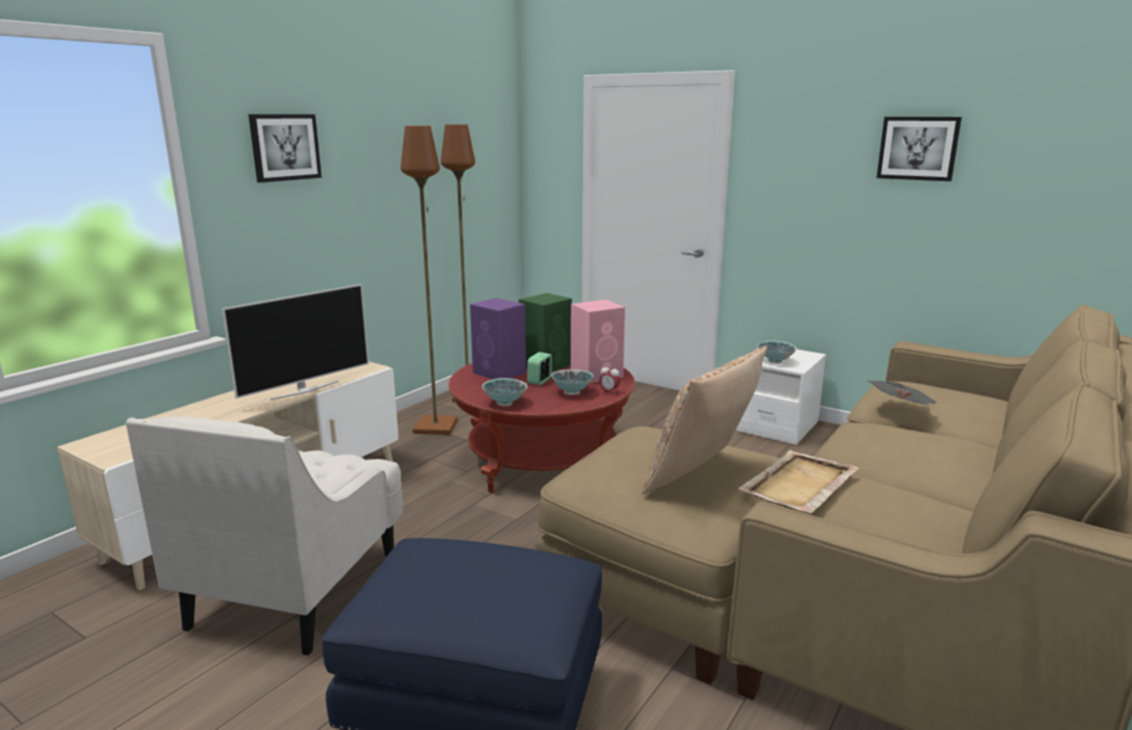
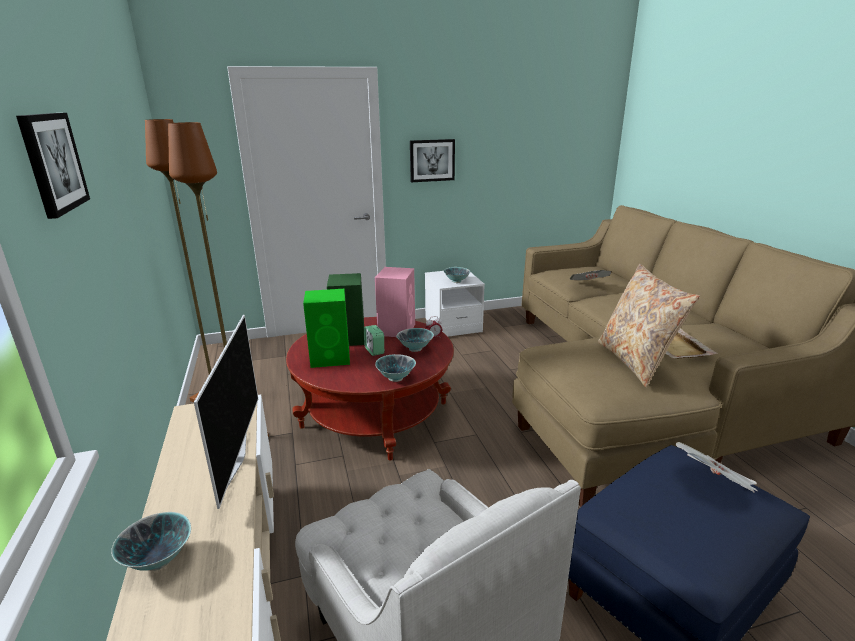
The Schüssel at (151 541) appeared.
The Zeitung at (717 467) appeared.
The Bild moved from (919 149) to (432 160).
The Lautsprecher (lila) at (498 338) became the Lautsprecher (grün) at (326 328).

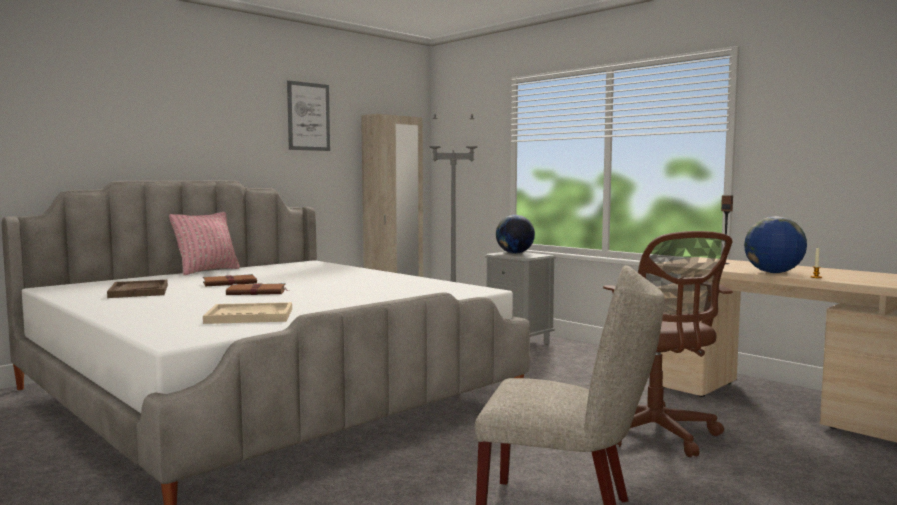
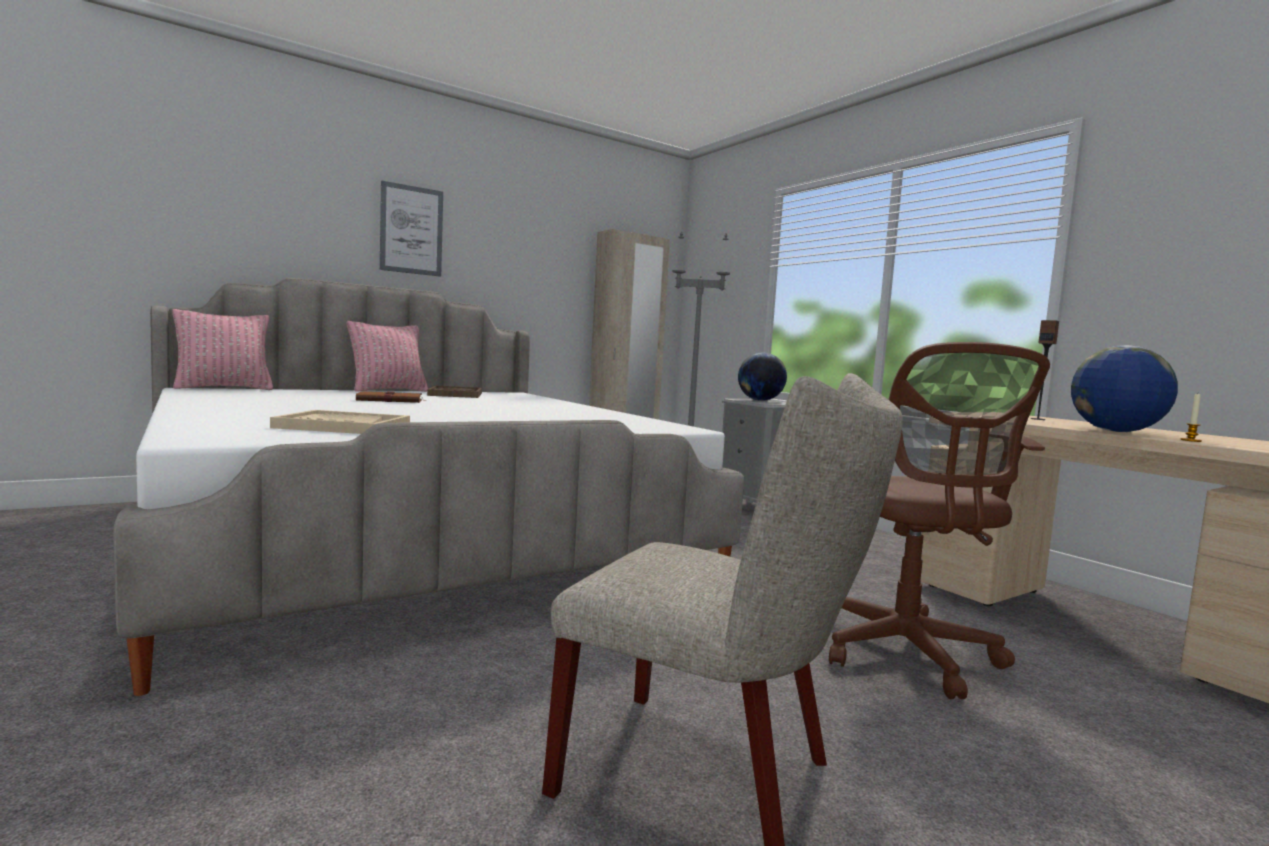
The Buch (braun) at (257 289) disappeared.
The Kissen (rosa) at (222 349) appeared.
The Tablett (braun) moved from (137 289) to (454 392).
The Bild moved from (308 115) to (411 228).

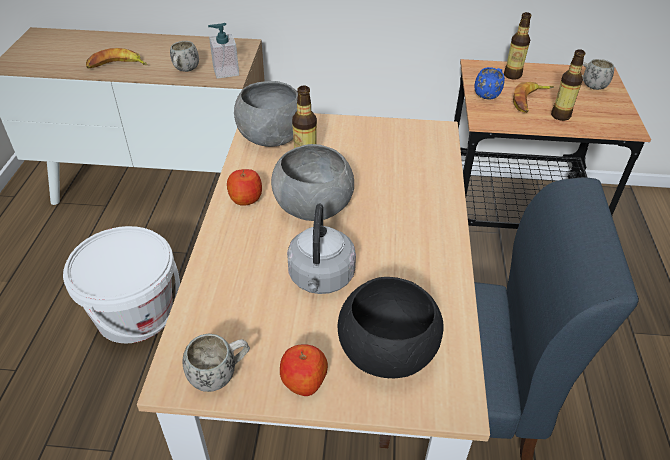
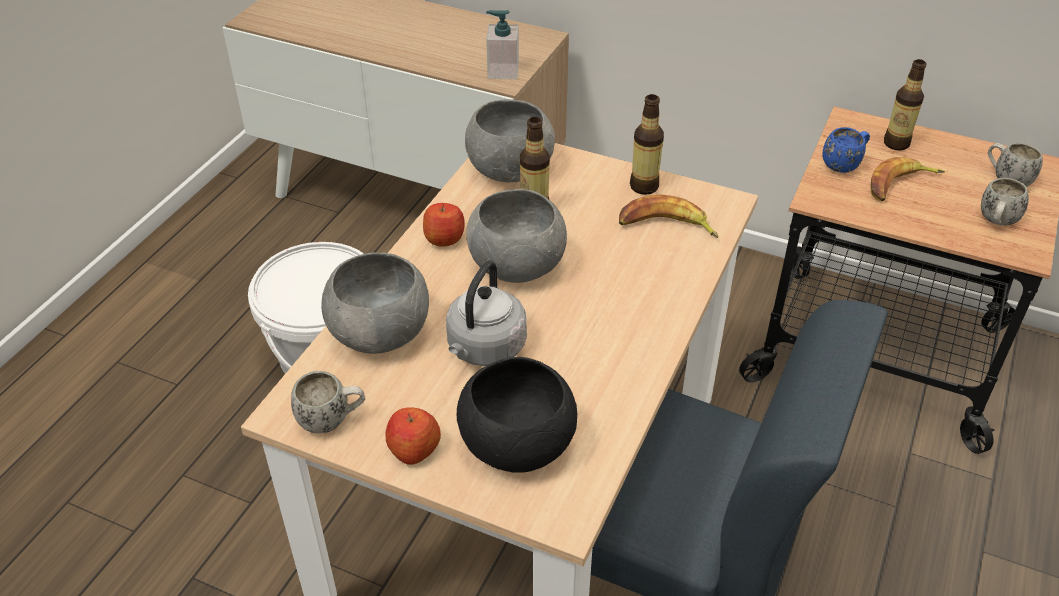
The Schüssel (grau) at (375 303) appeared.
The Banane moved from (116 58) to (669 216).
The Henkelbecher (weiß) moved from (184 56) to (1005 202).
The Flasche moved from (568 85) to (647 144).

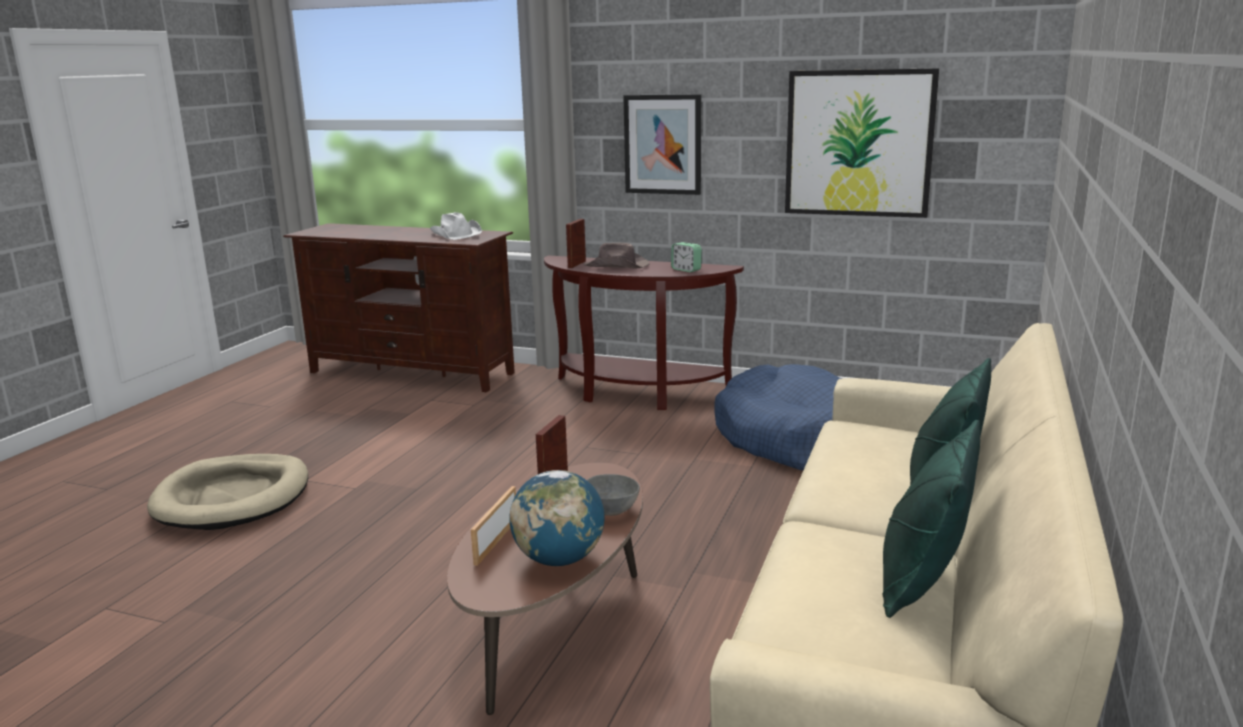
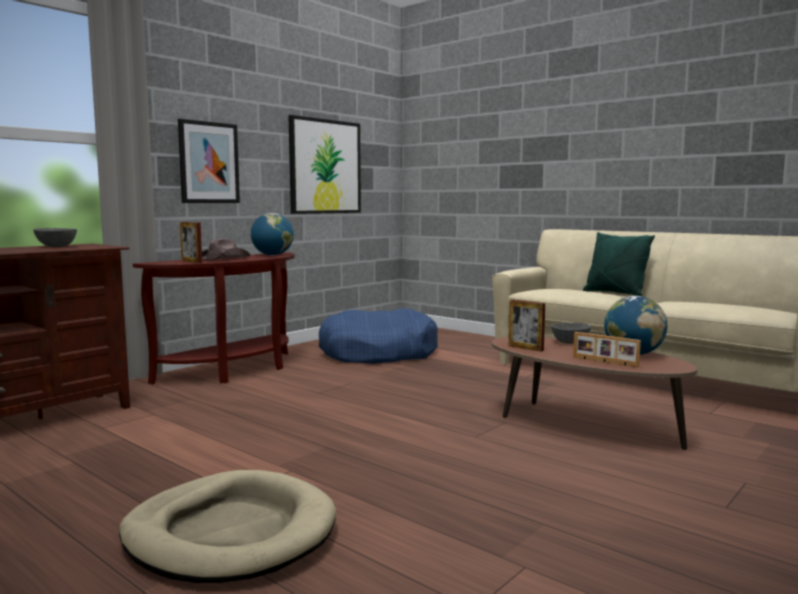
The Kissen (grün) at (931 519) disappeared.
The Hut (weiß) at (456 226) was replaced by the Schüssel (grau) at (55 237).
The Wecker at (686 257) was replaced by the Globus at (272 234).

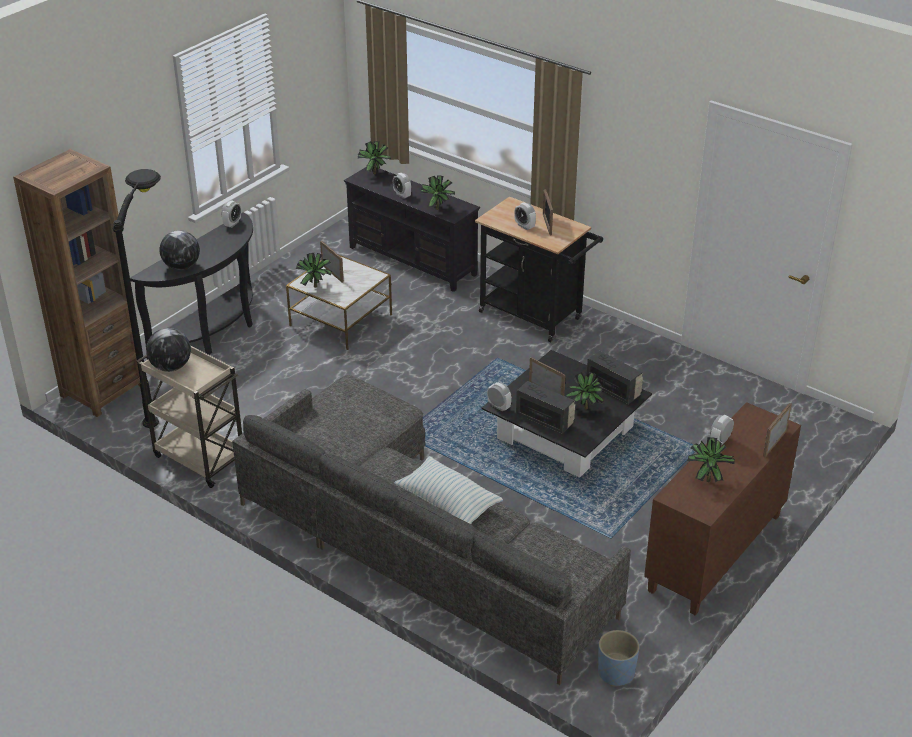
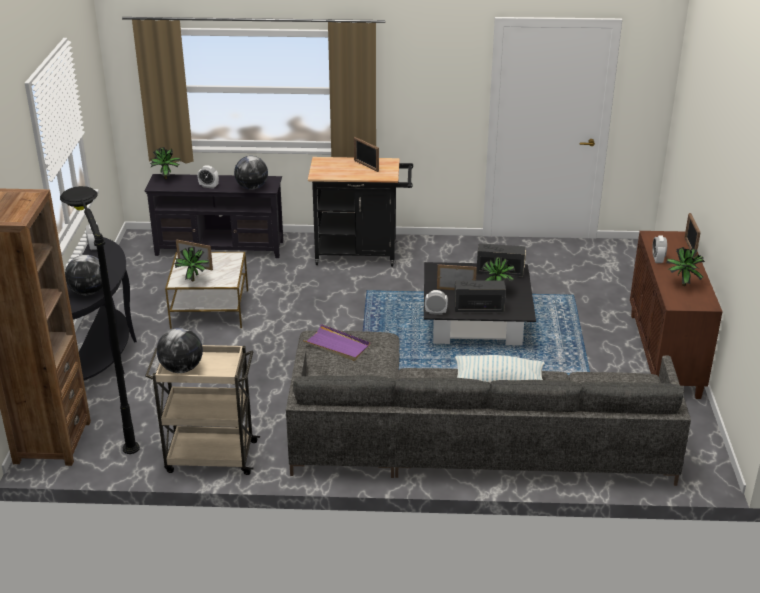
The Wecker at (525 216) disappeared.
The Pflanzkübel (blau) at (618 658) disappeared.
The Tablett (lila) at (336 342) appeared.
The Topfpflanze at (437 192) was replaced by the Globus at (251 173).

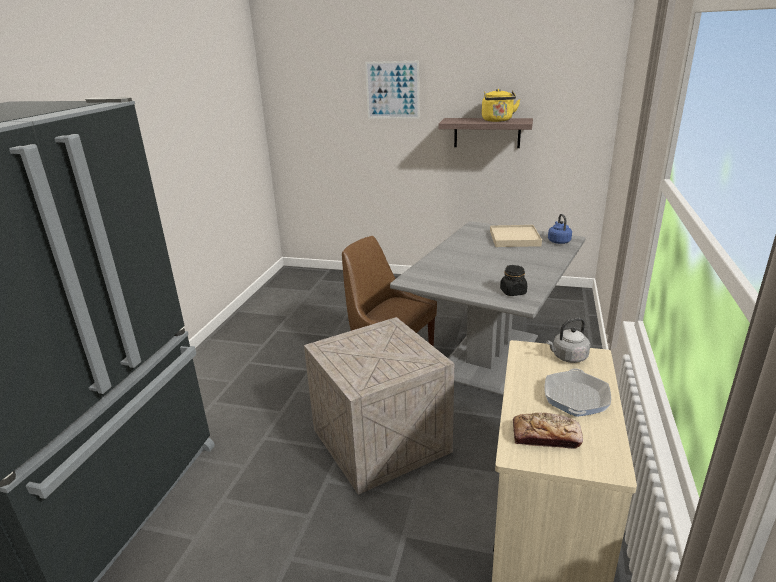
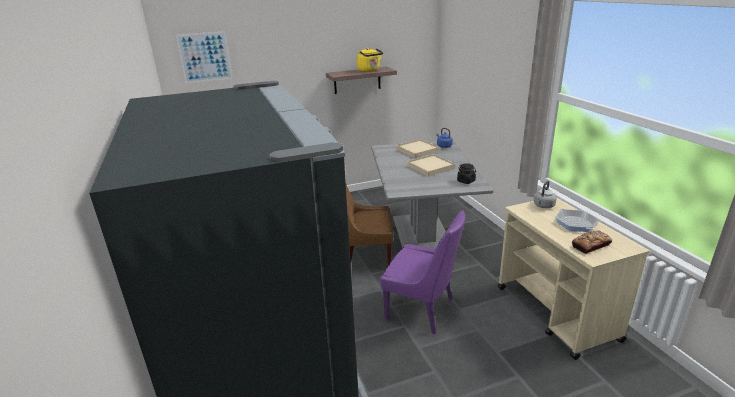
The Tablett (beige) at (431 165) appeared.
The Bild moved from (392 90) to (204 57).
The Kiste at (379 406) was replaced by the Stuhl (lila) at (423 272).

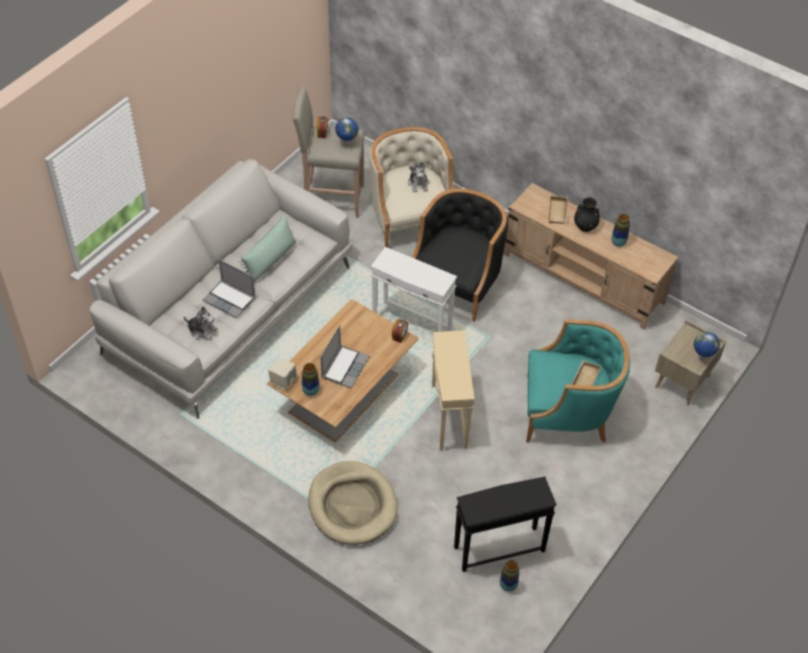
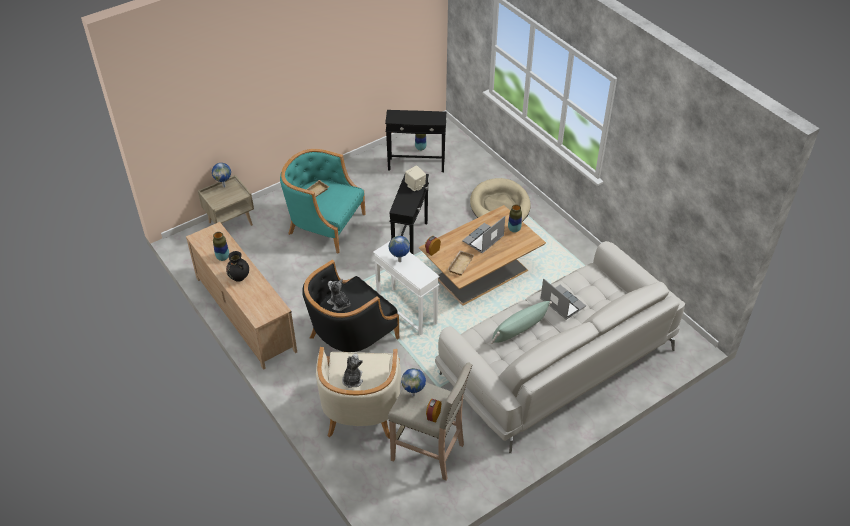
The Globus at (399 249) appeared.
The Plüschtier moved from (200 323) to (339 295).
The Lautsprecher (beige) moved from (282 373) to (415 178).
The Tablett (beige) moved from (558 209) to (460 263).
The Beistelltisch (beige) at (453 390) became the Beistelltisch (schwarz) at (409 214).

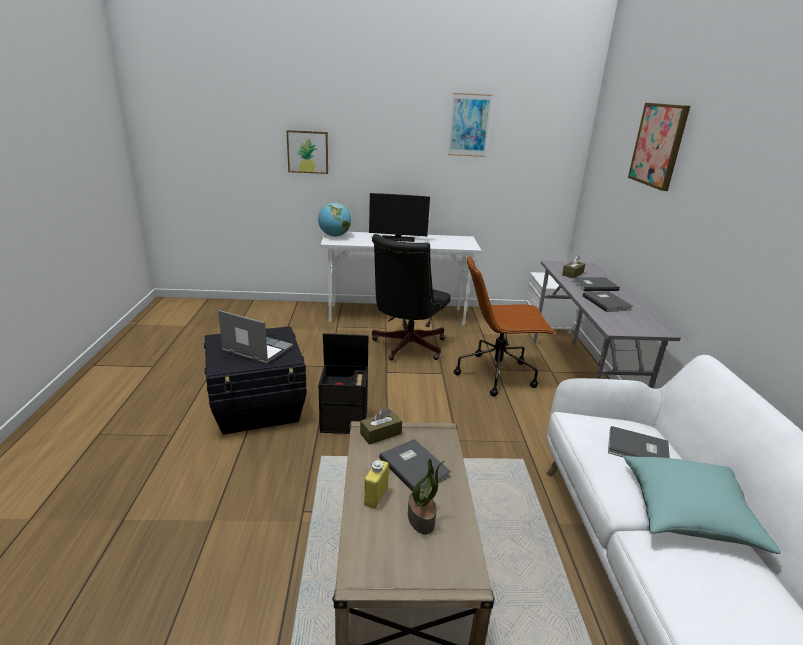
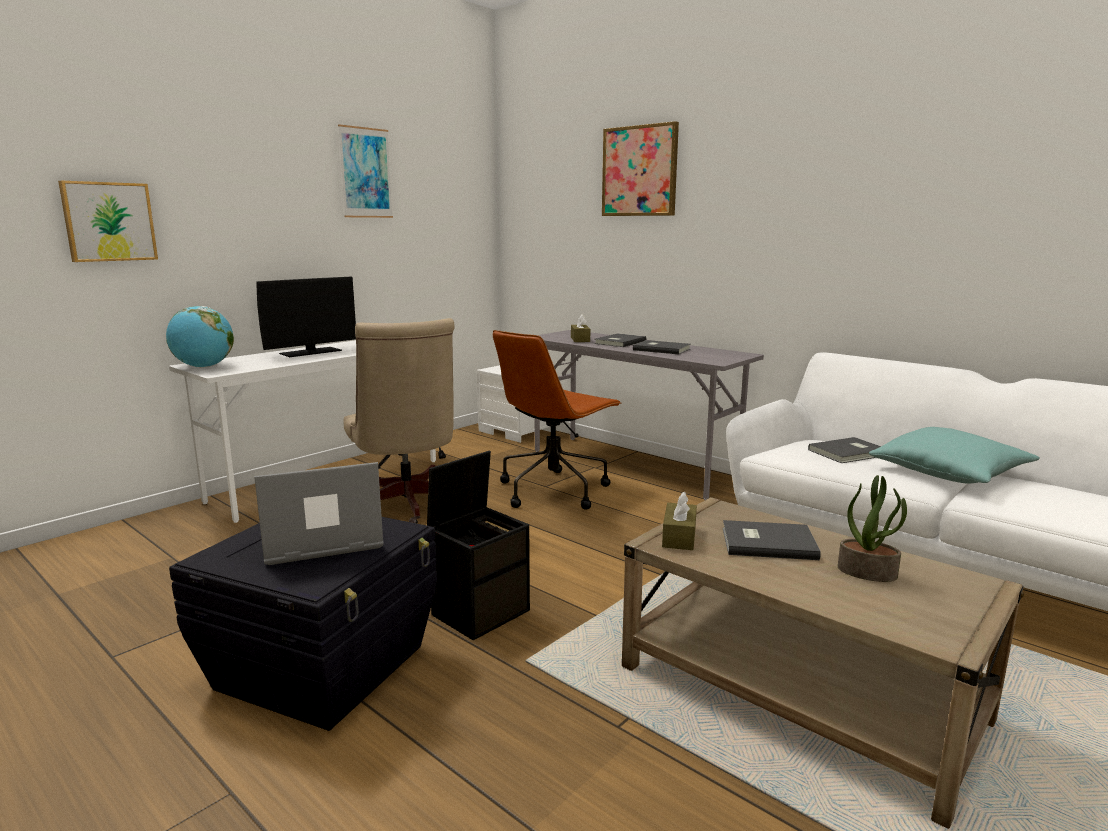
The Flasche (gelb) at (376 484) disappeared.
The Bürostuhl (schwarz) at (411 297) became the Bürostuhl (beige) at (399 421).

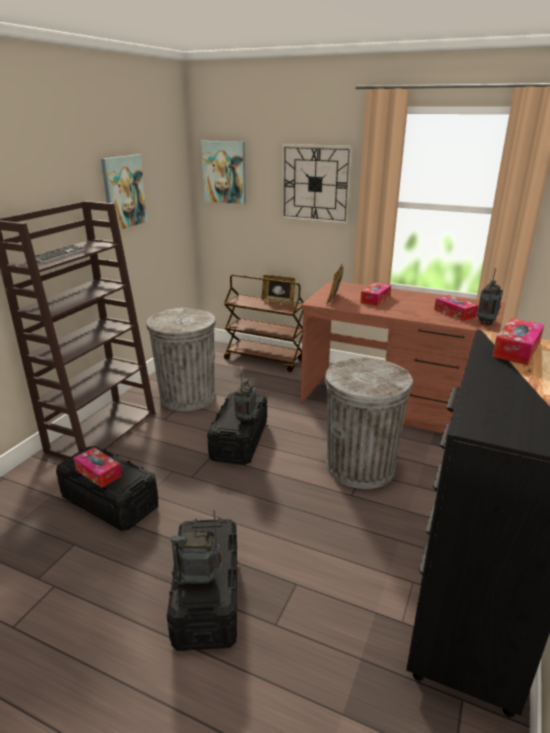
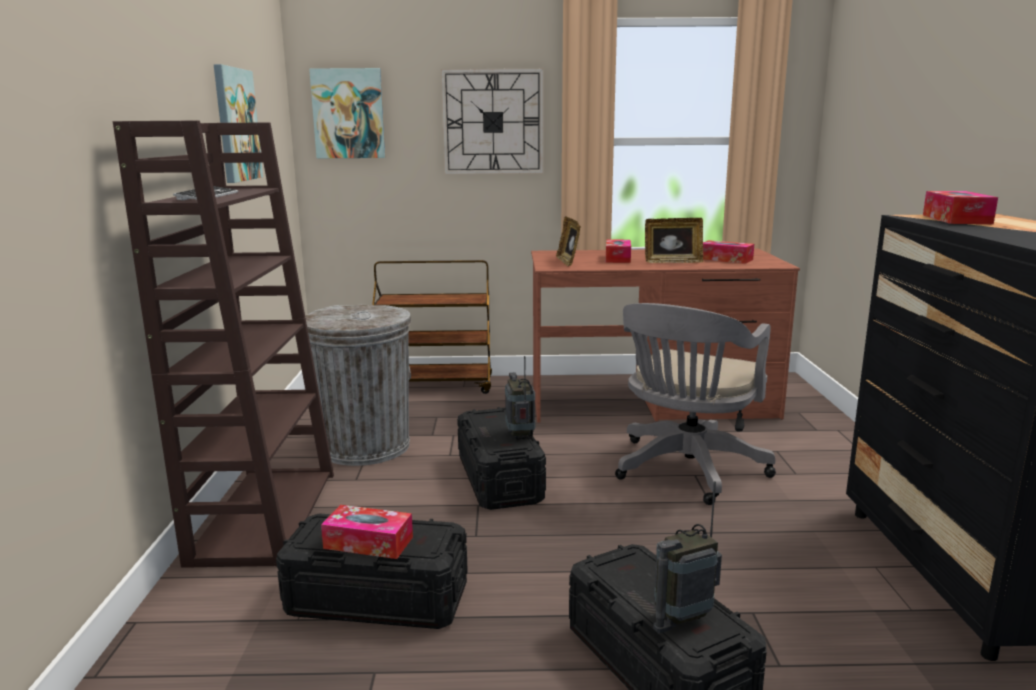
The Radio at (490 296) disappeared.
The Bilderrahmen moved from (278 290) to (674 240).
The Mülleimer (grau) at (369 423) was replaced by the Bürostuhl (grau) at (695 404).

